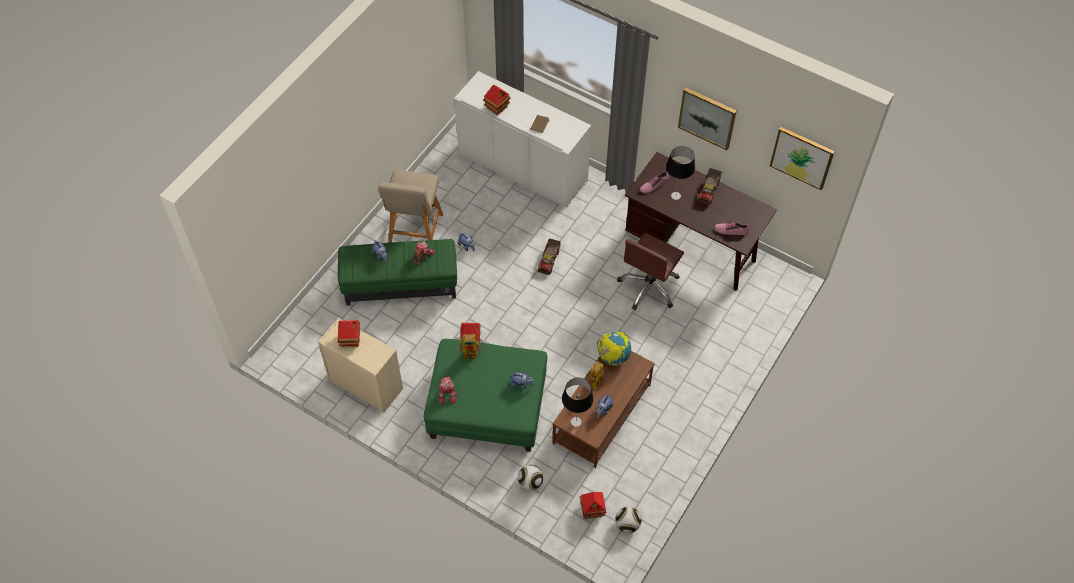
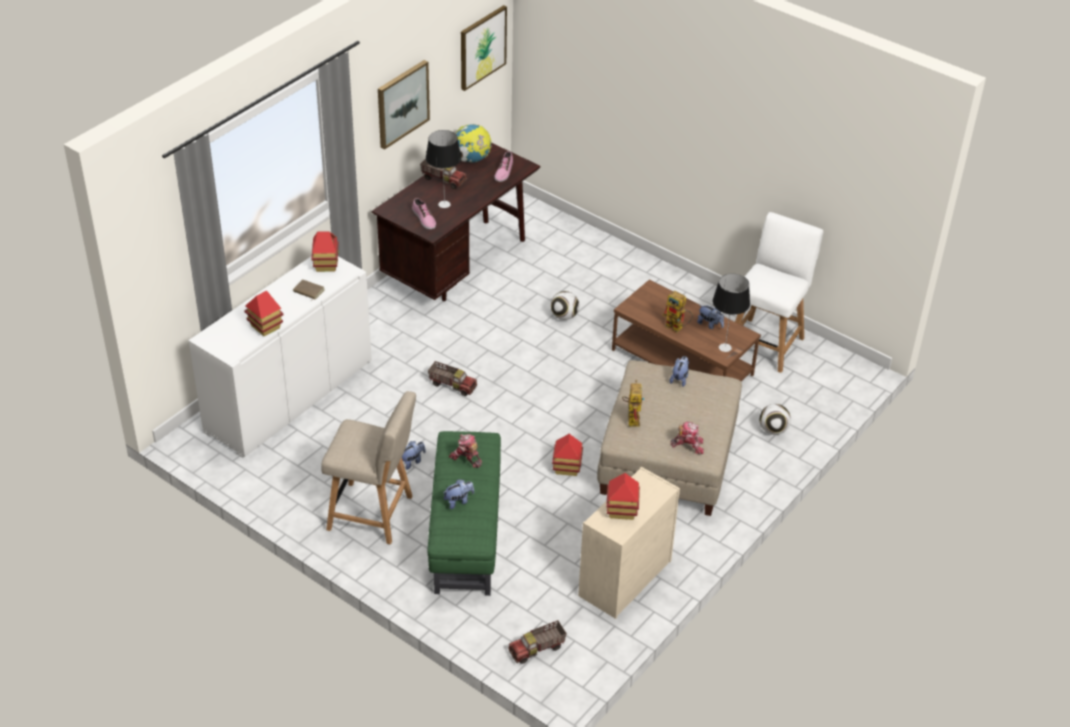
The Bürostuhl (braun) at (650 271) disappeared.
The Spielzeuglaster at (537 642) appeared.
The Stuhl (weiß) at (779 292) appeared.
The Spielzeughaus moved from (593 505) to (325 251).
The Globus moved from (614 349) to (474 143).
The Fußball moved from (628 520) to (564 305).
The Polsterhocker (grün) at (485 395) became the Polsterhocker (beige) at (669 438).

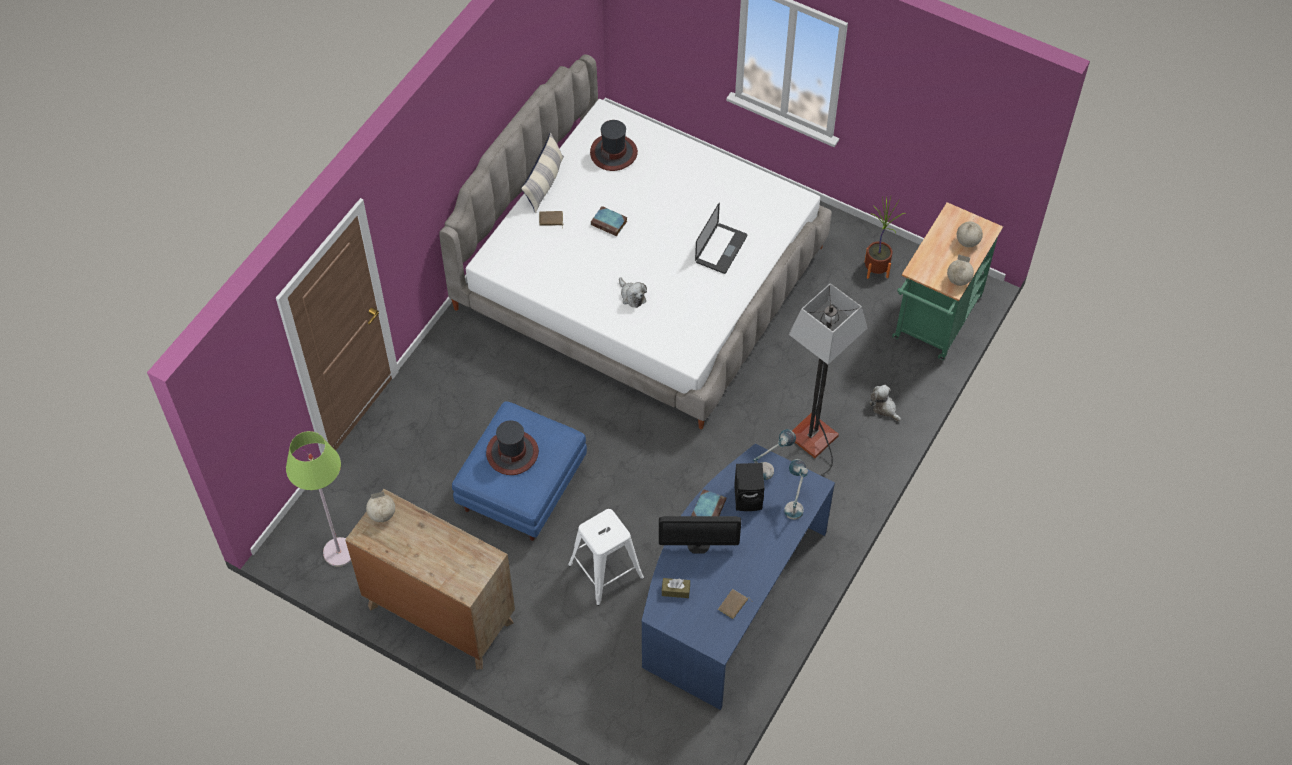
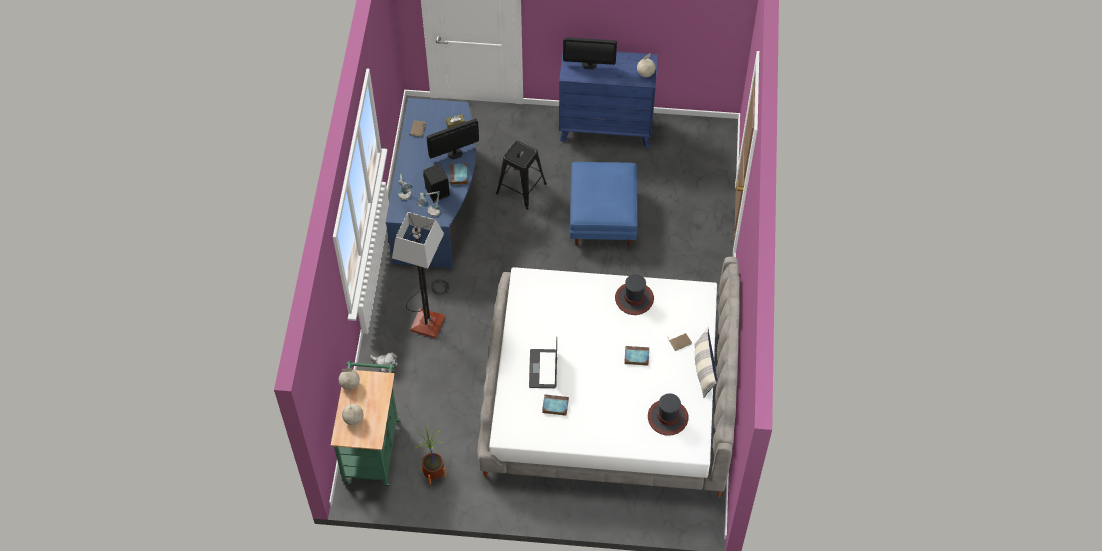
The Stehlampe (grün) at (318 499) disappeared.
The Plüschtier at (633 292) disappeared.
The Buch at (555 405) appeared.
The Monitor at (590 53) appeared.
The Hut moved from (512 447) to (634 294).
The Kommode (braun) at (430 579) became the Kommode (blau) at (608 100).
The Hocker (weiß) at (606 557) became the Hocker (schwarz) at (521 175).

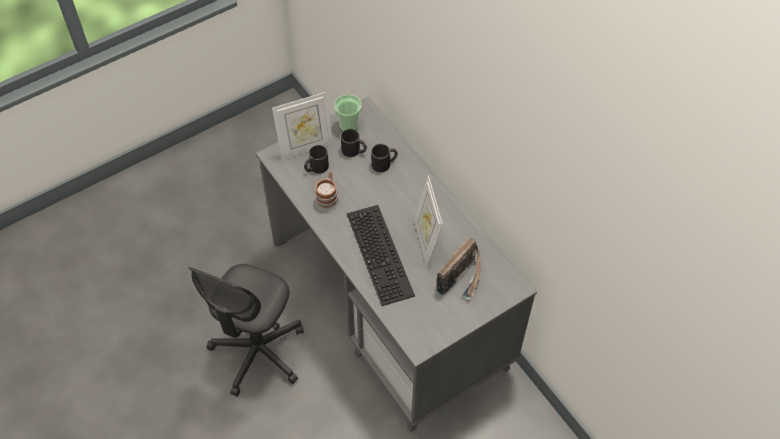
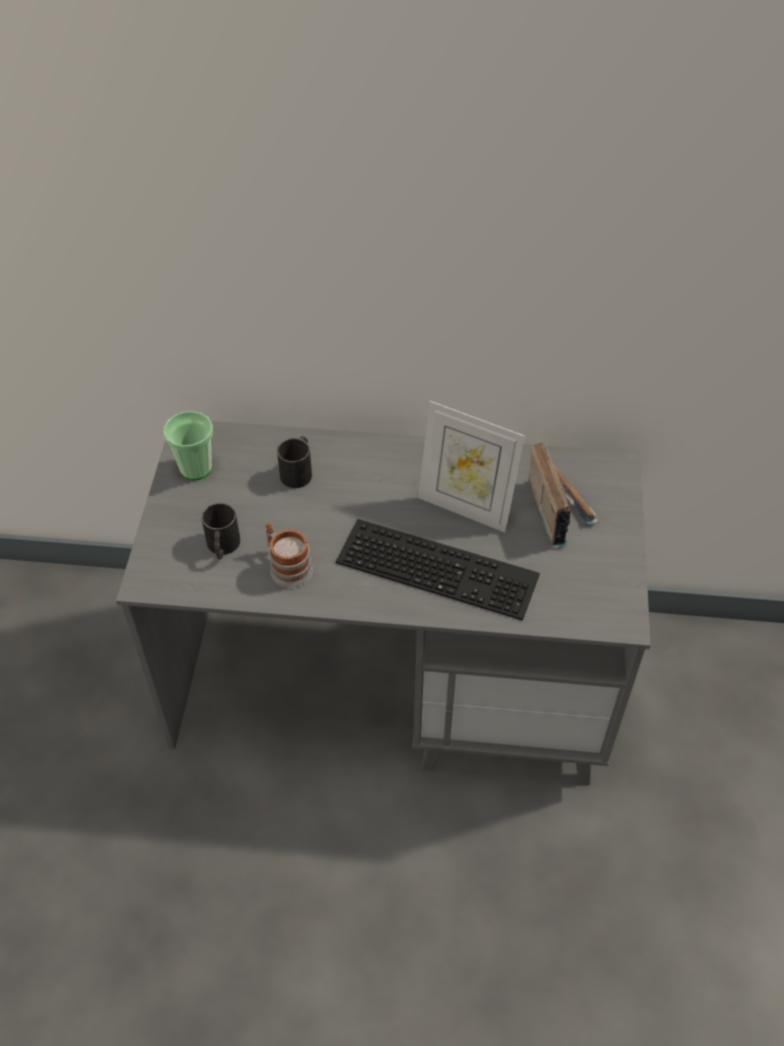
The Bürostuhl (grau) at (246 330) disappeared.
The Bilderrahmen at (302 126) disappeared.
The Henkelbecher (schwarz) at (354 143) disappeared.

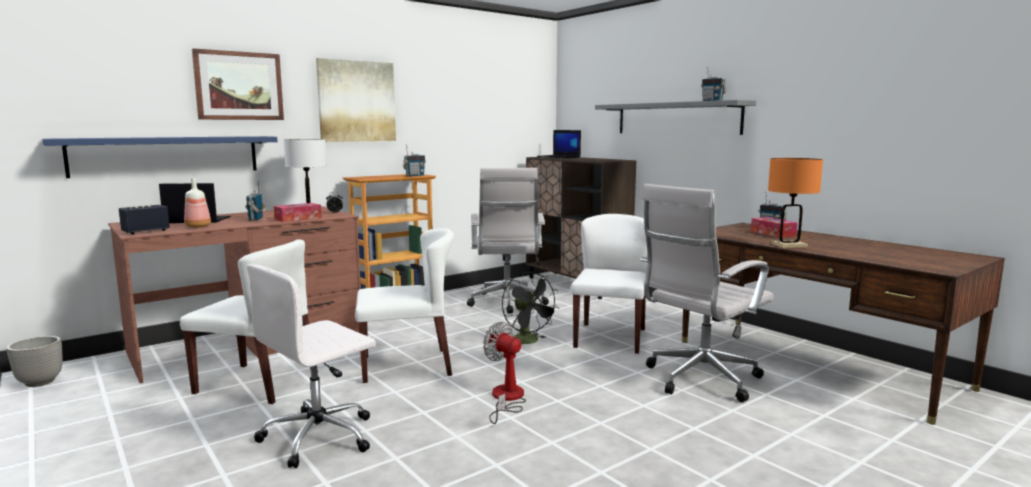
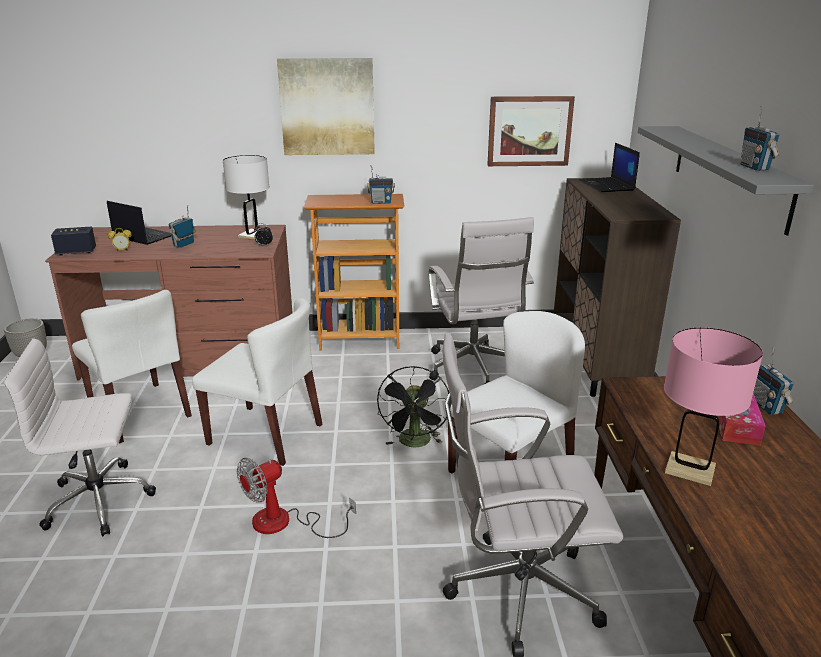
The Wandregal (blau) at (159 157) disappeared.
The Taschentuchbox at (298 212) disappeared.
The Bild moved from (238 84) to (531 131).
The Flasche at (197 203) was replaced by the Wecker at (120 240).
The Tischlampe (orange) at (795 203) became the Tischlampe (rosa) at (713 406).
The Bürostuhl (weiß) at (508 241) turned 45 degrees counterclockwise.
The Ventilator at (504 373) turned 120 degrees counterclockwise.

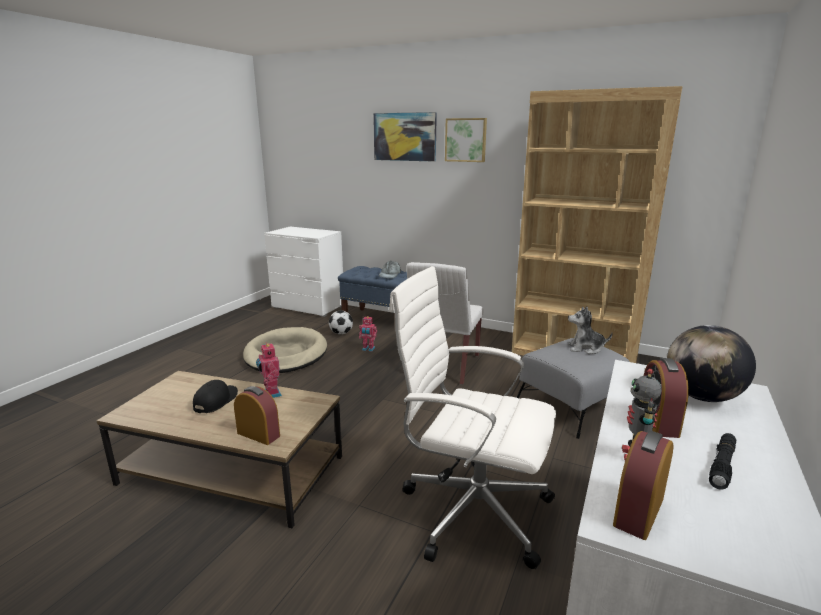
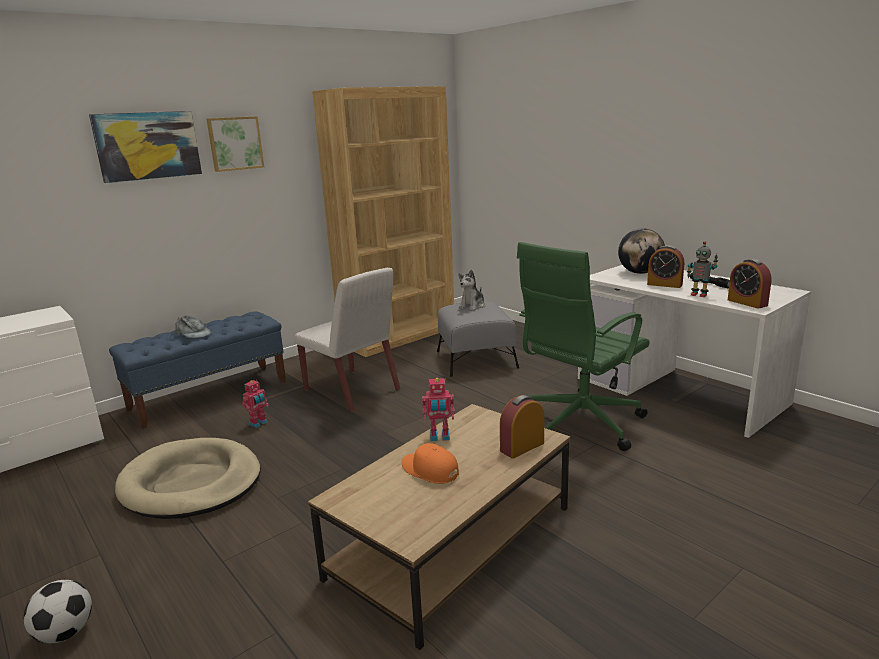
The Fußball moved from (341 322) to (58 611).
The Kappe (schwarz) at (215 396) became the Kappe (orange) at (430 463).
The Bürostuhl (weiß) at (472 417) became the Bürostuhl (grün) at (583 346).

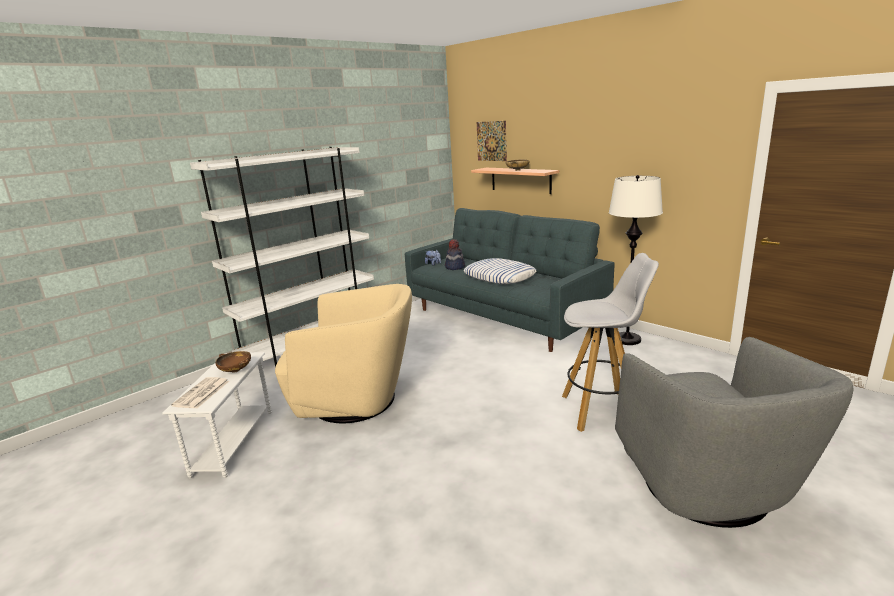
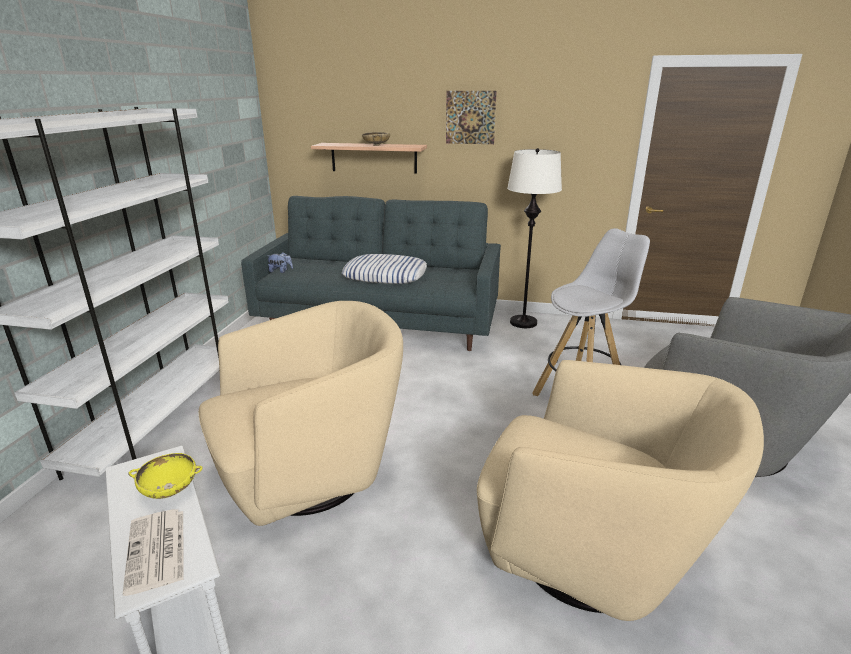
The Hut at (455 254) disappeared.
The Sessel (beige) at (620 490) appeared.
The Bild moved from (492 141) to (471 117).
The Schüssel (braun) at (233 362) became the Schüssel (gelb) at (165 476).

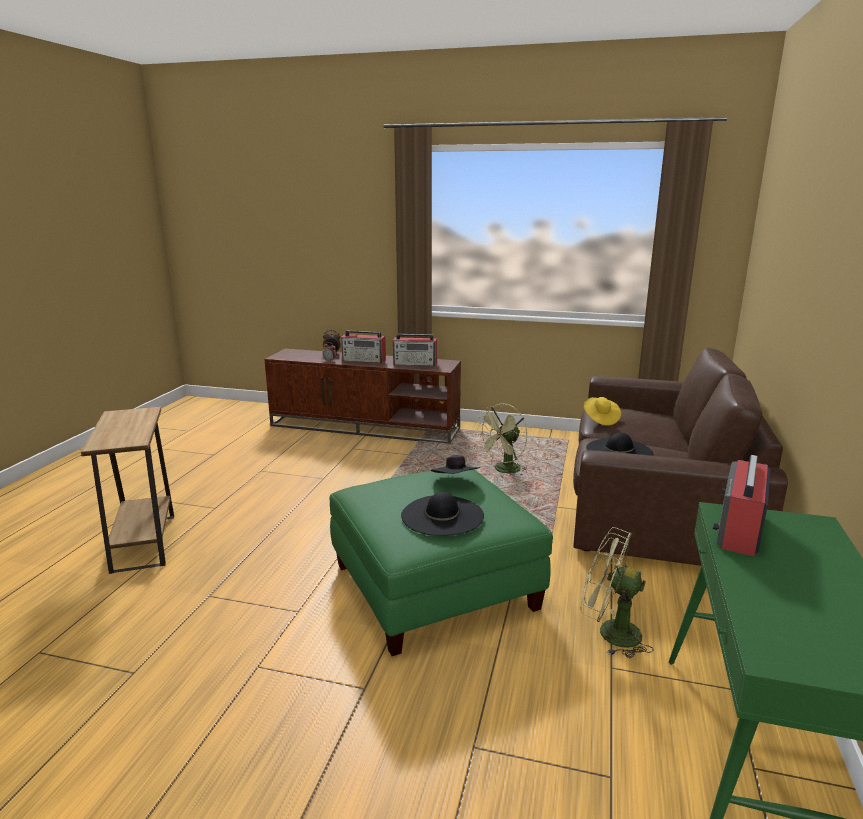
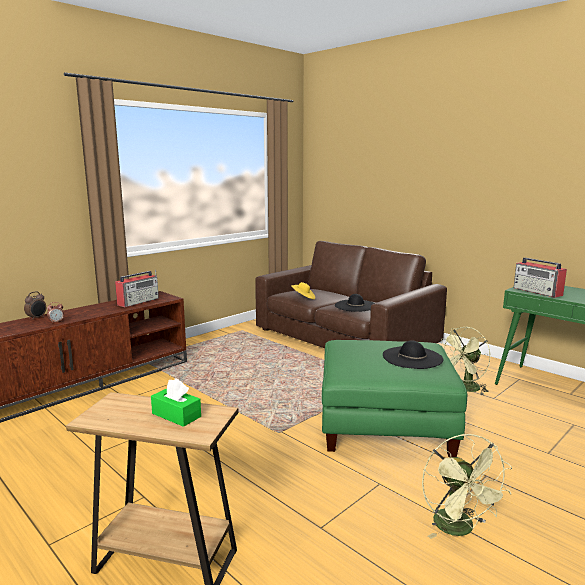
The Radio at (363 347) disappeared.
The Hut (schwarz) at (455 464) disappeared.
The Taschentuchbox (grün) at (176 402) appeared.
The Ventilator (grün) moved from (501 439) to (467 486).

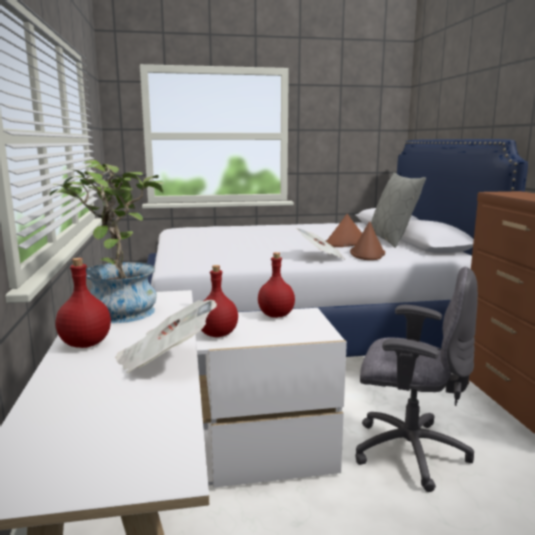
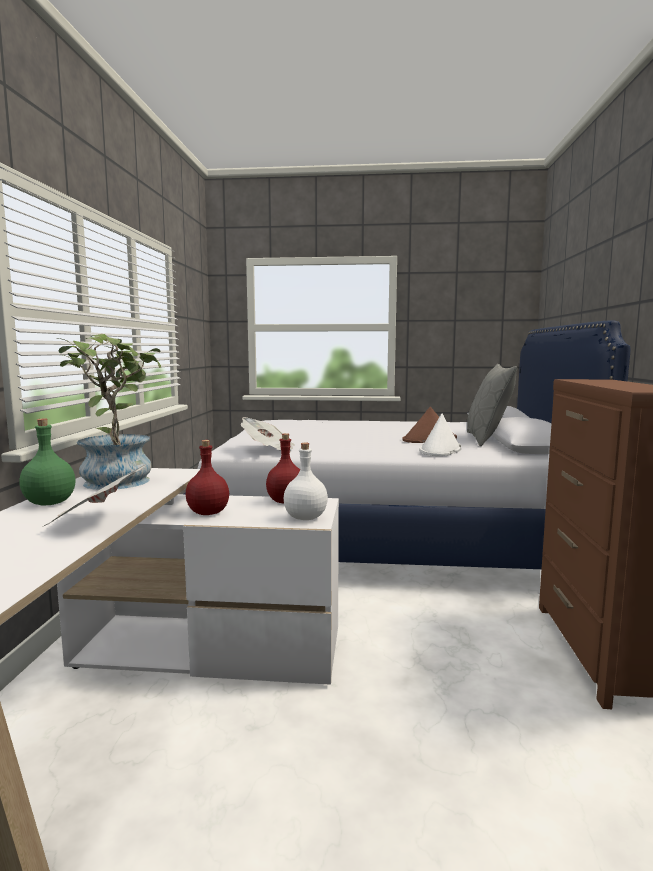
The Bürostuhl (grau) at (416 379) disappeared.
The Flasche (weiß) at (306 481) appeared.
The Zeitung moved from (321 244) to (268 435).
The Flasche (rot) at (83 303) became the Flasche (grün) at (47 462).
The Hut (braun) at (367 241) became the Hut (weiß) at (440 435).

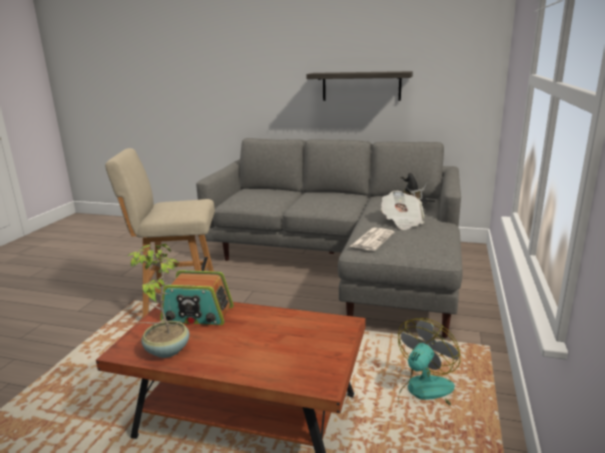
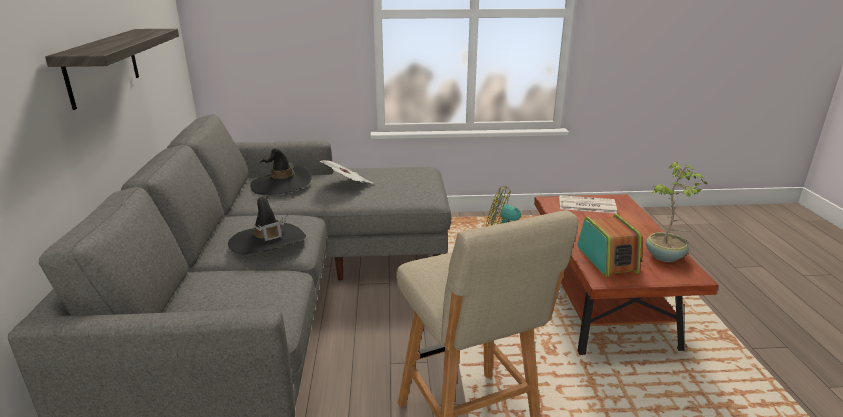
The Hut (schwarz) at (267 226) appeared.
The Zeitung moved from (371 239) to (588 204).

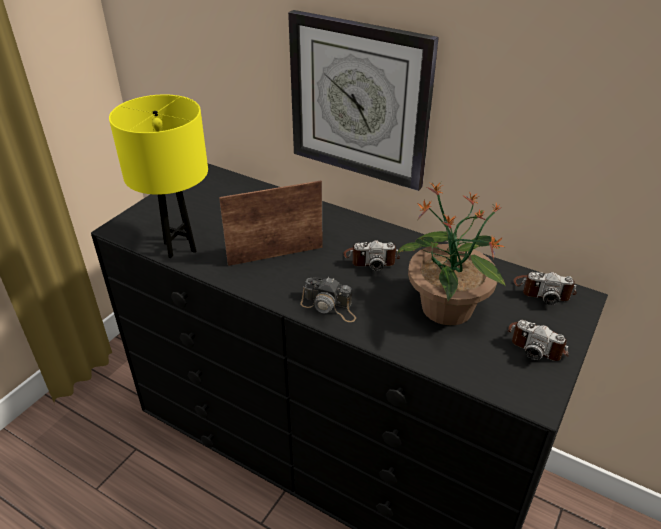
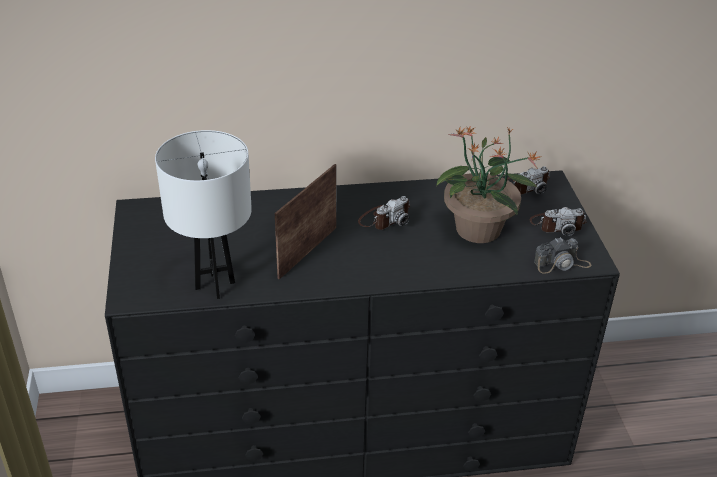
The Wanduhr at (363 100) disappeared.
The Kamera moved from (328 299) to (562 255).
The Tischlampe (gelb) at (158 176) became the Tischlampe (weiß) at (203 214).

